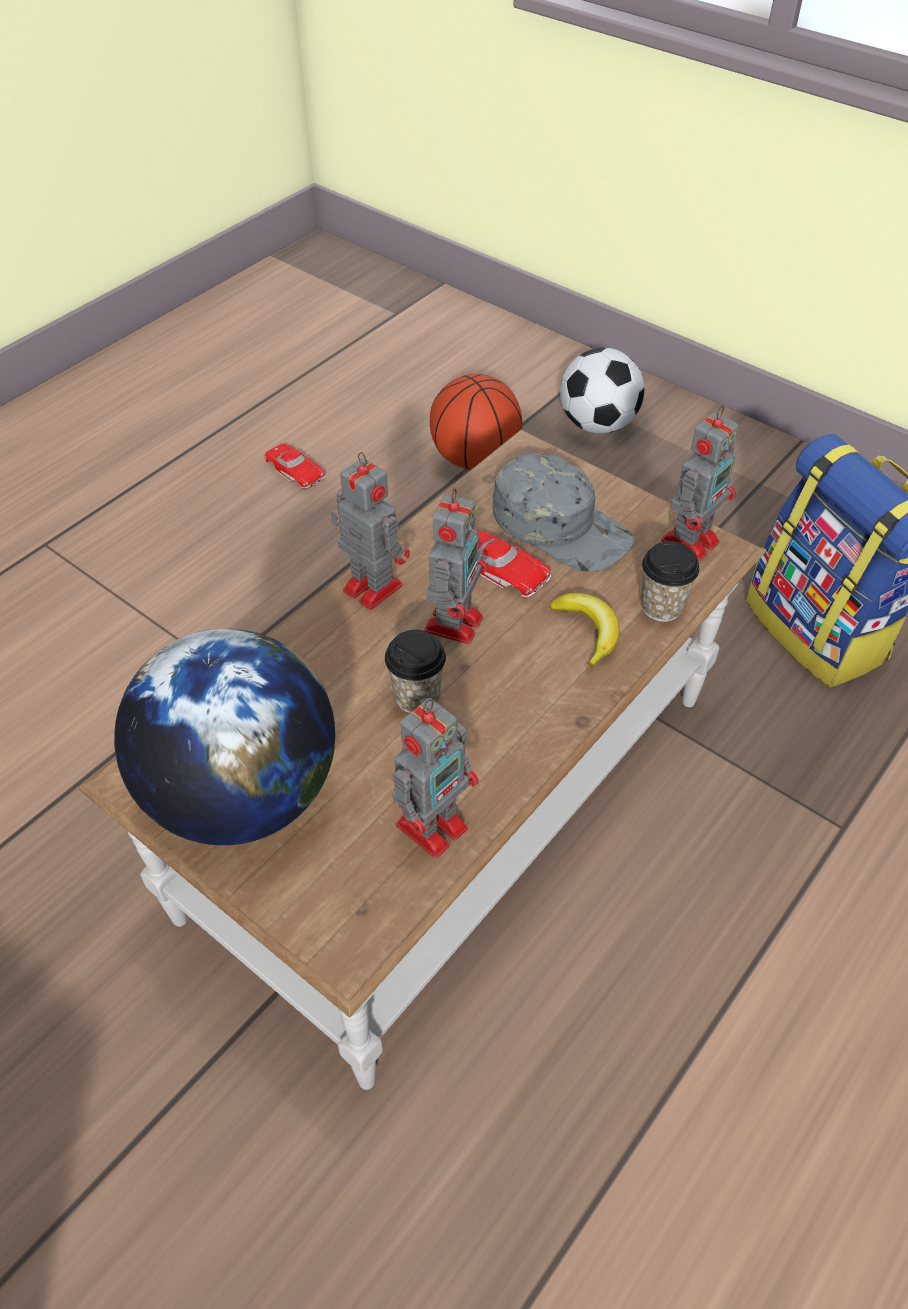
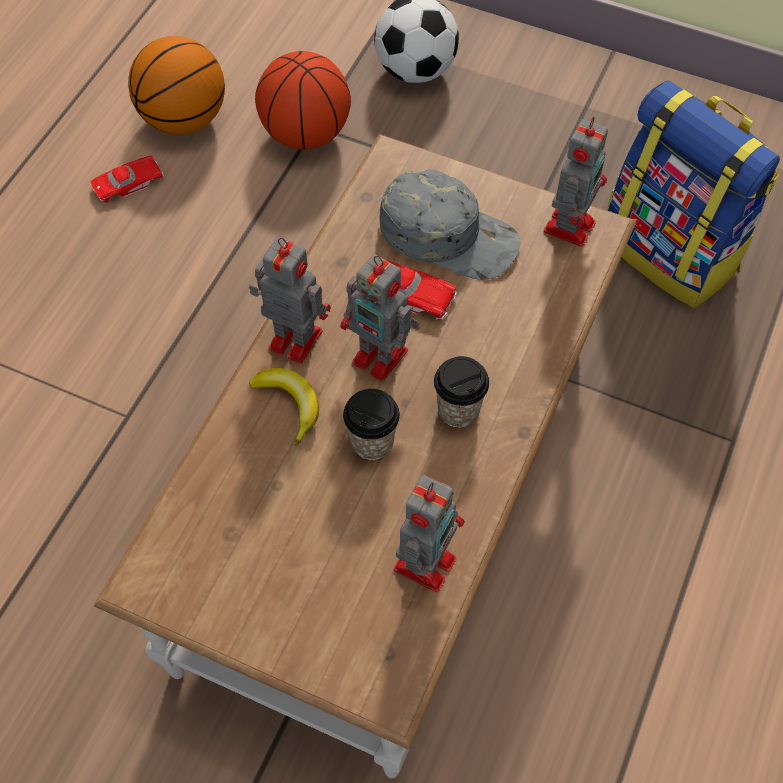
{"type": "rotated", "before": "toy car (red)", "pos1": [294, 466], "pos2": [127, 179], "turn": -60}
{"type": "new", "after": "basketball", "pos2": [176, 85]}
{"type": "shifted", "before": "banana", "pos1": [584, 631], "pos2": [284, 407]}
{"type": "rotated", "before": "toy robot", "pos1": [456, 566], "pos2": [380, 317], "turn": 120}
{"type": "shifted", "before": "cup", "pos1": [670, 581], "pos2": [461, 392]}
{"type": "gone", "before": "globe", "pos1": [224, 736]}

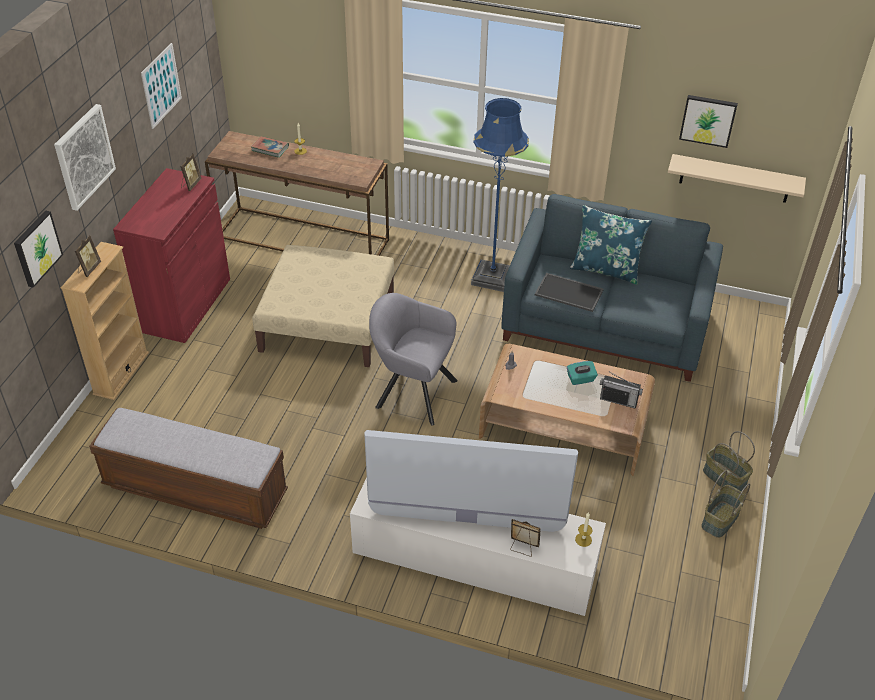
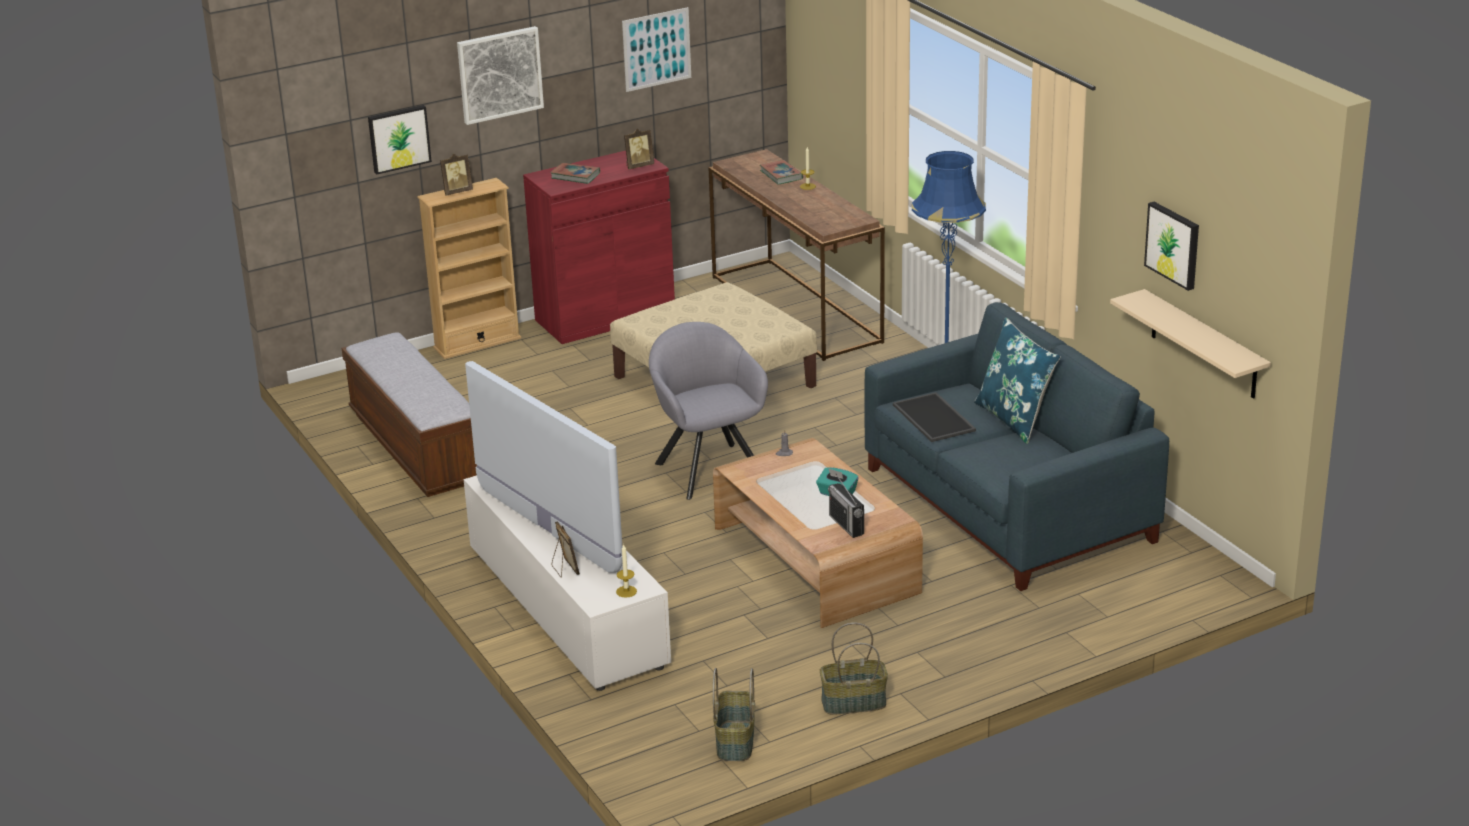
{"type": "new", "after": "book", "pos2": [575, 173]}
{"type": "shifted", "before": "basket", "pos1": [729, 461], "pos2": [734, 714]}

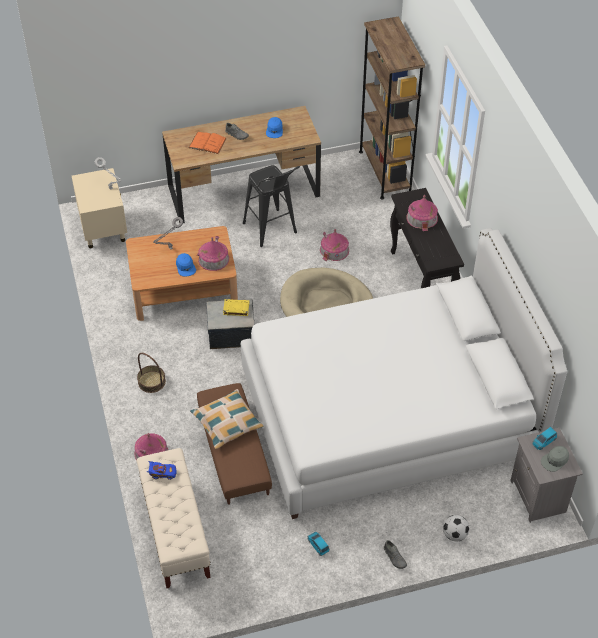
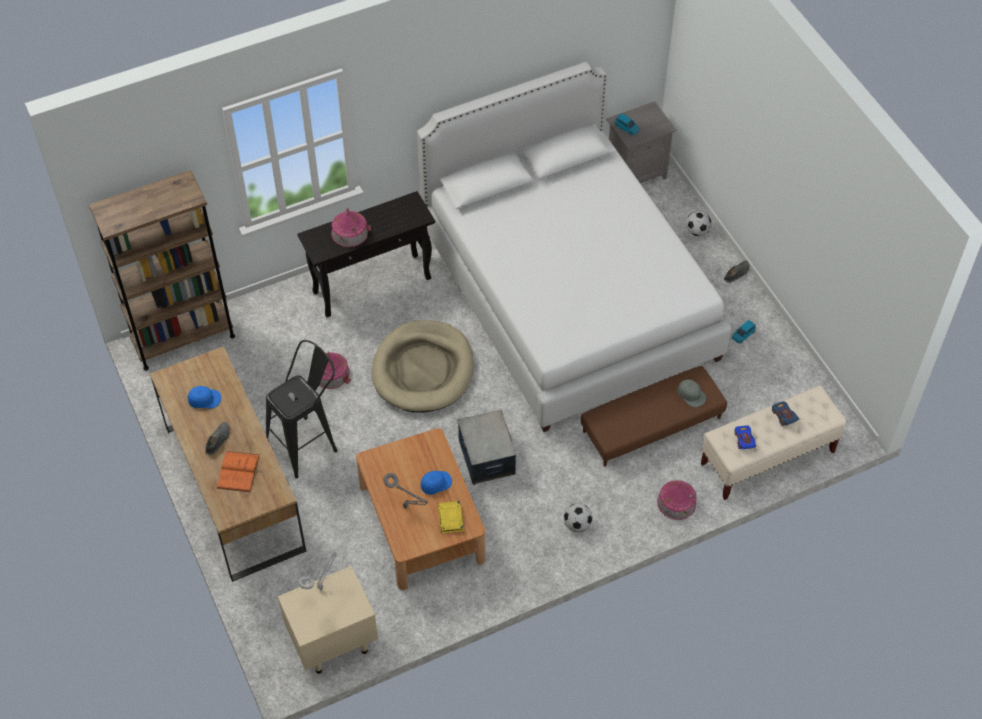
{"type": "shifted", "before": "book (yellow)", "pos1": [236, 307], "pos2": [451, 517]}
{"type": "swapped", "before": "basket", "after": "football", "pos1": [151, 373], "pos2": [578, 517]}
{"type": "shifted", "before": "cap (grey)", "pos1": [555, 459], "pos2": [692, 393]}
{"type": "new", "after": "toy car (blue)", "pos2": [786, 413]}
{"type": "gone", "before": "pillow", "pos1": [227, 419]}
{"type": "gone", "before": "toy house", "pos1": [213, 253]}

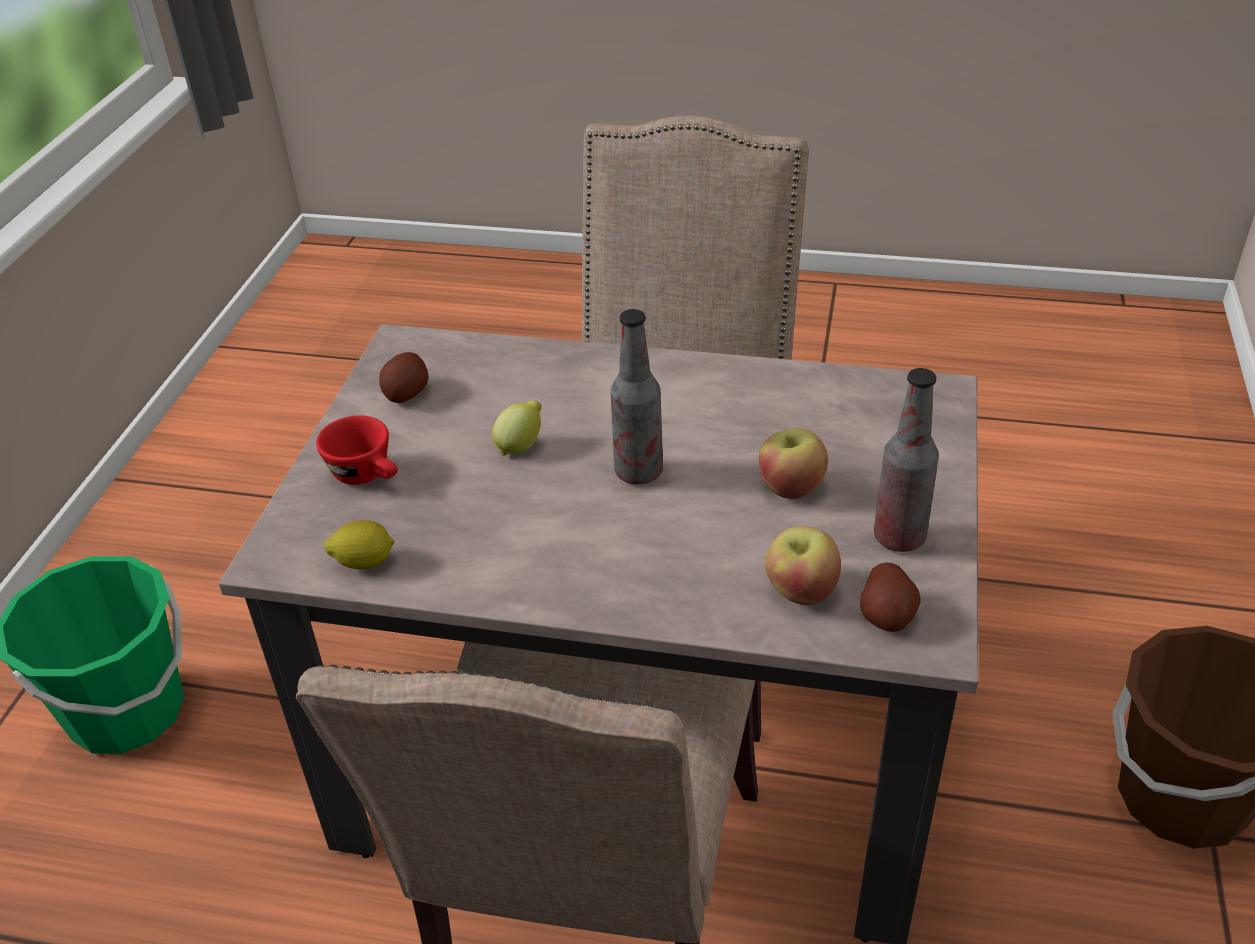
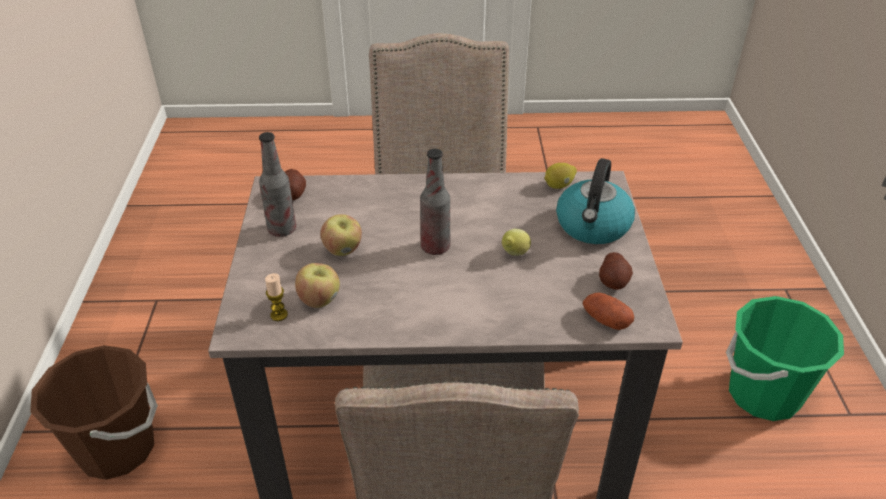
{"type": "new", "after": "candle", "pos2": [276, 297]}
{"type": "shifted", "before": "apple", "pos1": [803, 565], "pos2": [317, 285]}
{"type": "swapped", "before": "cup (red)", "after": "kettle", "pos1": [357, 450], "pos2": [595, 201]}
{"type": "new", "after": "potato", "pos2": [608, 311]}

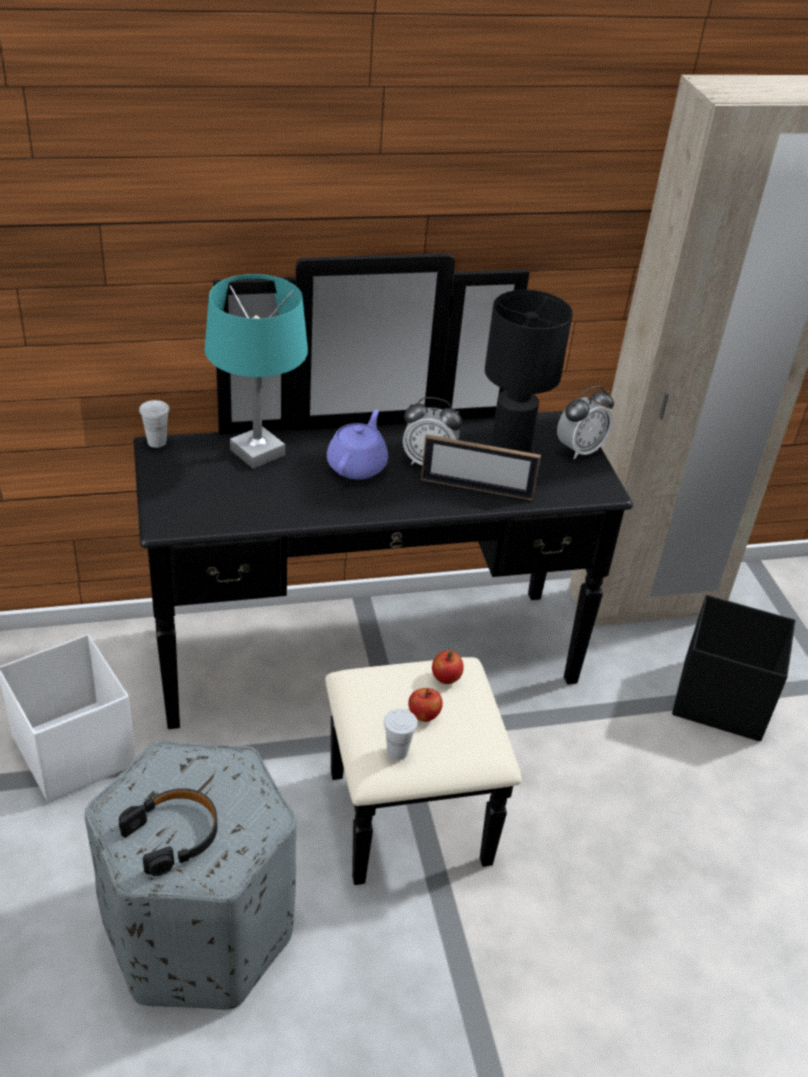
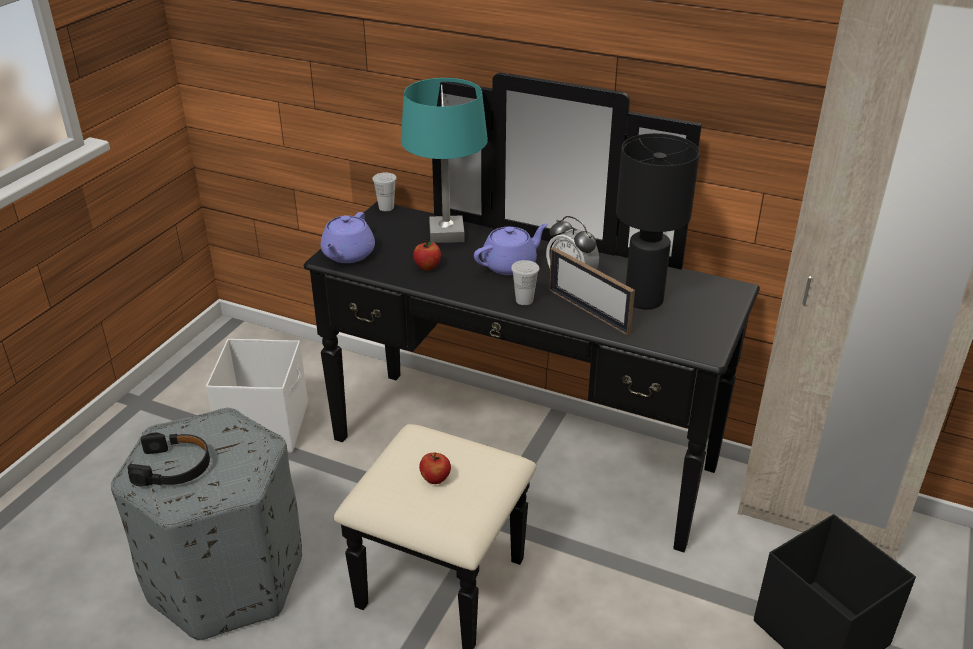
{"type": "new", "after": "teapot (purple)", "pos2": [348, 237]}
{"type": "shifted", "before": "apple", "pos1": [448, 667], "pos2": [427, 255]}
{"type": "shifted", "before": "cup (white)", "pos1": [400, 734], "pos2": [525, 282]}
{"type": "gone", "before": "alarm clock", "pos1": [585, 422]}

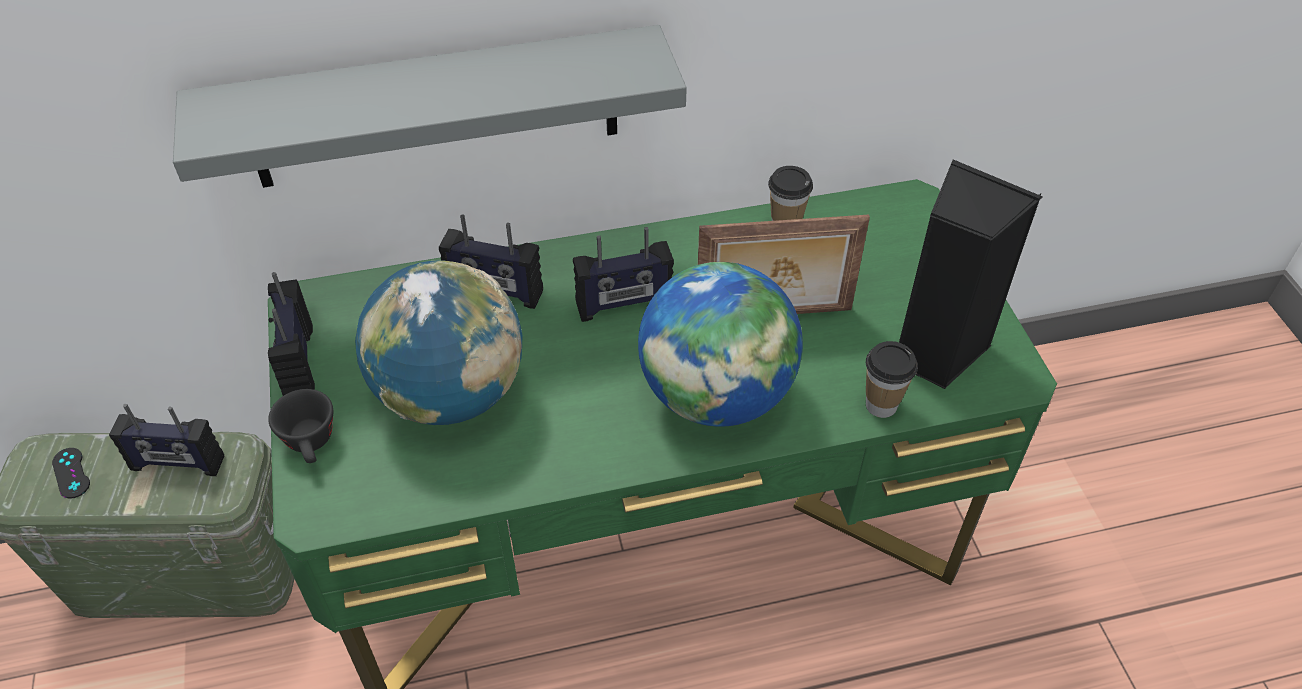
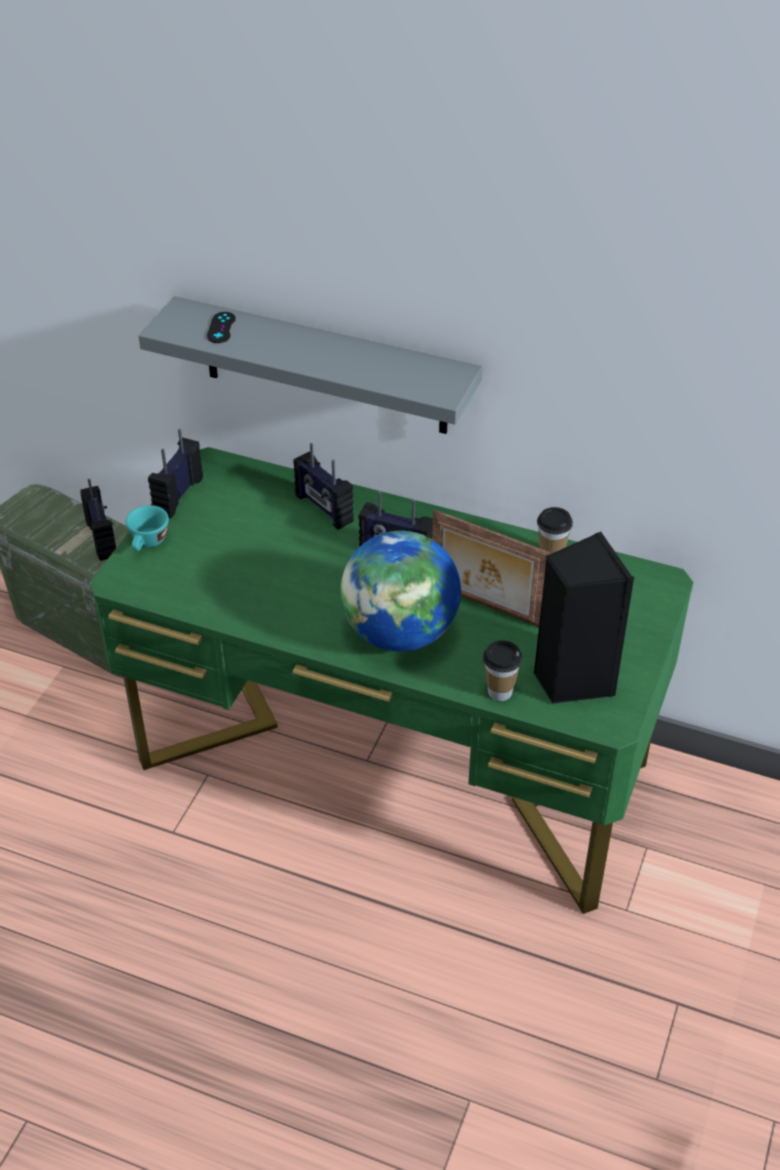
{"type": "rotated", "before": "radio", "pos1": [166, 440], "pos2": [98, 520], "turn": -150}
{"type": "repainted", "before": "cup (black)", "after": "cup (turquoise)", "pos1": [300, 426], "pos2": [147, 528]}
{"type": "shifted", "before": "game controller (black)", "pos1": [71, 473], "pos2": [221, 327]}
{"type": "gone", "before": "globe", "pos1": [438, 342]}

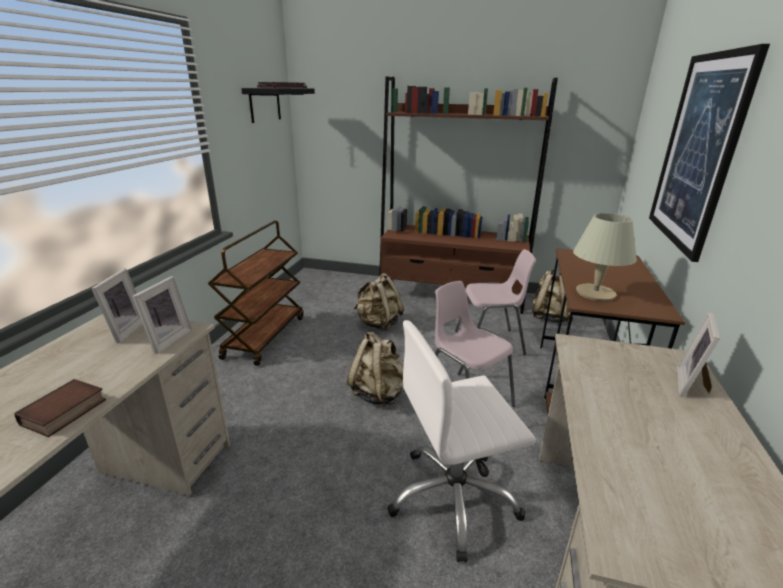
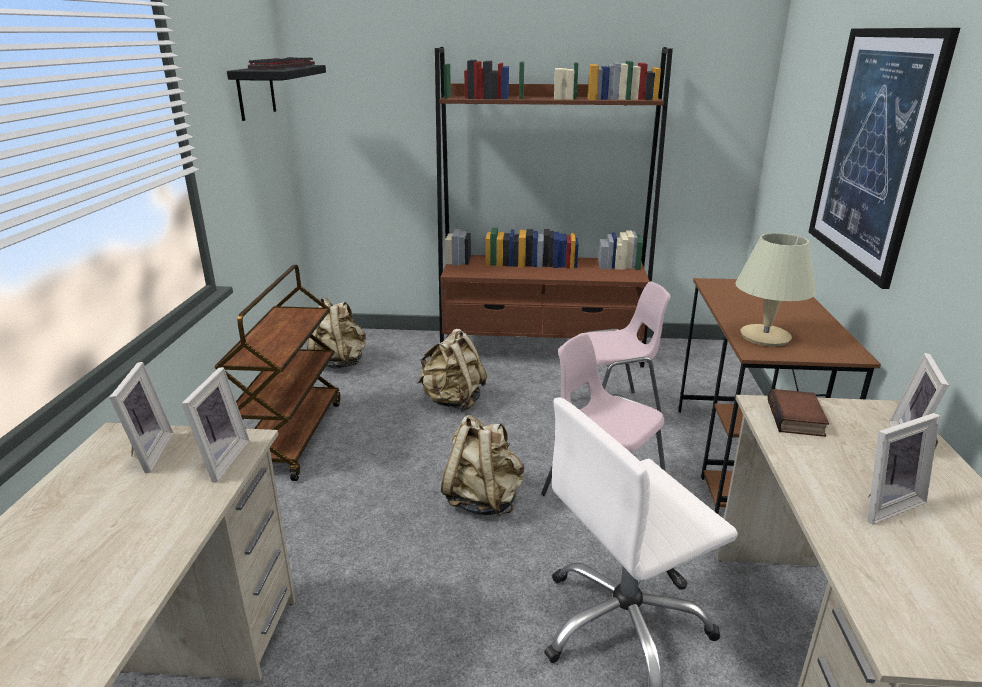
{"type": "shifted", "before": "backpack (beige)", "pos1": [552, 295], "pos2": [336, 332]}
{"type": "shifted", "before": "book", "pos1": [60, 408], "pos2": [798, 413]}
{"type": "new", "after": "picture frame", "pos2": [903, 468]}

